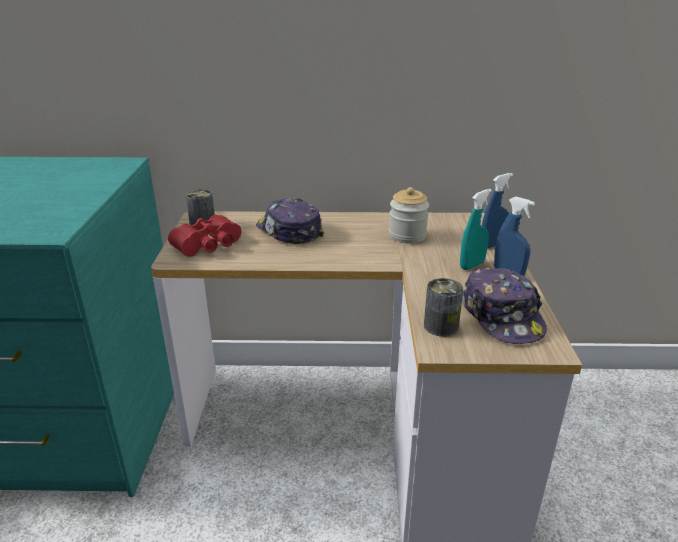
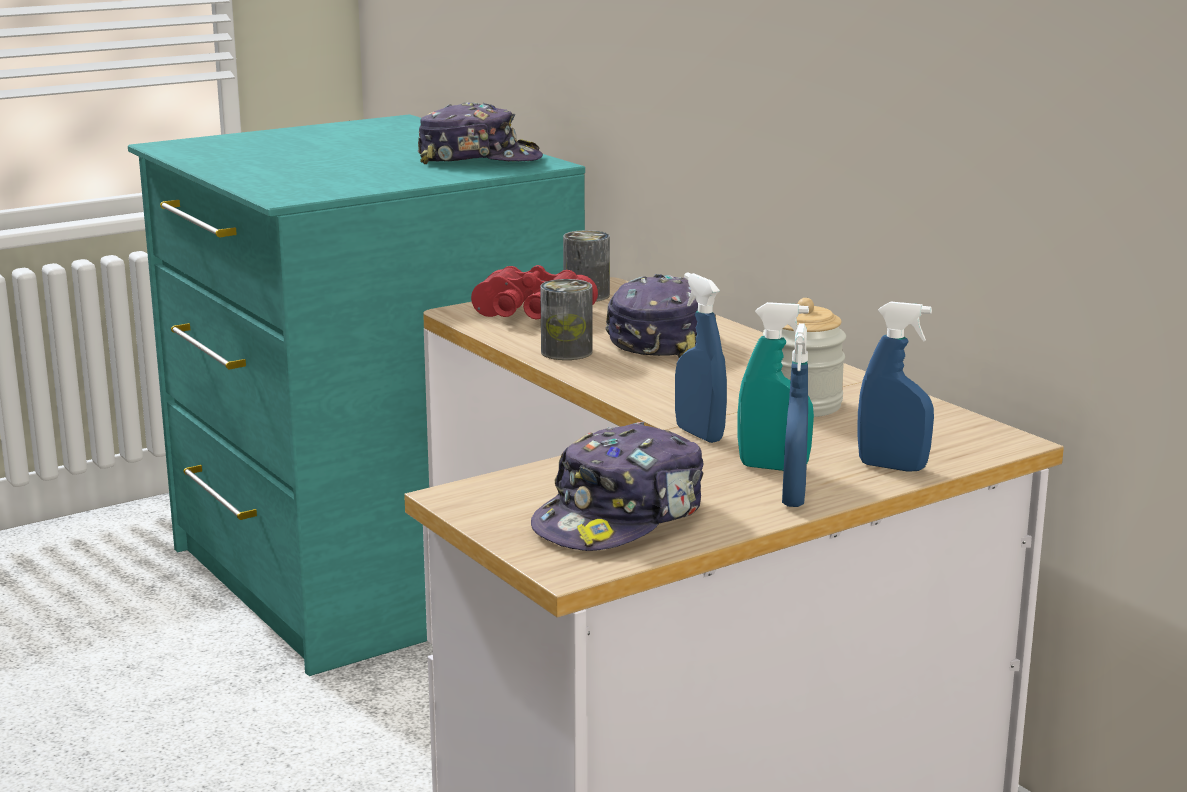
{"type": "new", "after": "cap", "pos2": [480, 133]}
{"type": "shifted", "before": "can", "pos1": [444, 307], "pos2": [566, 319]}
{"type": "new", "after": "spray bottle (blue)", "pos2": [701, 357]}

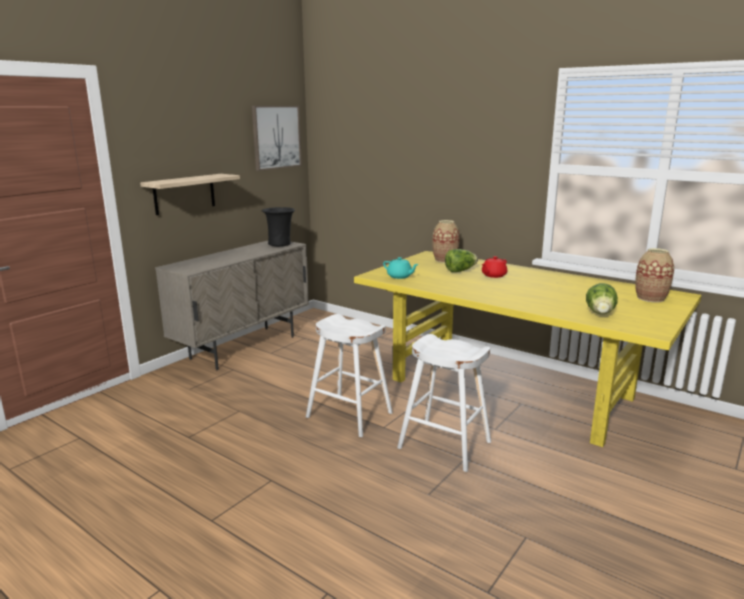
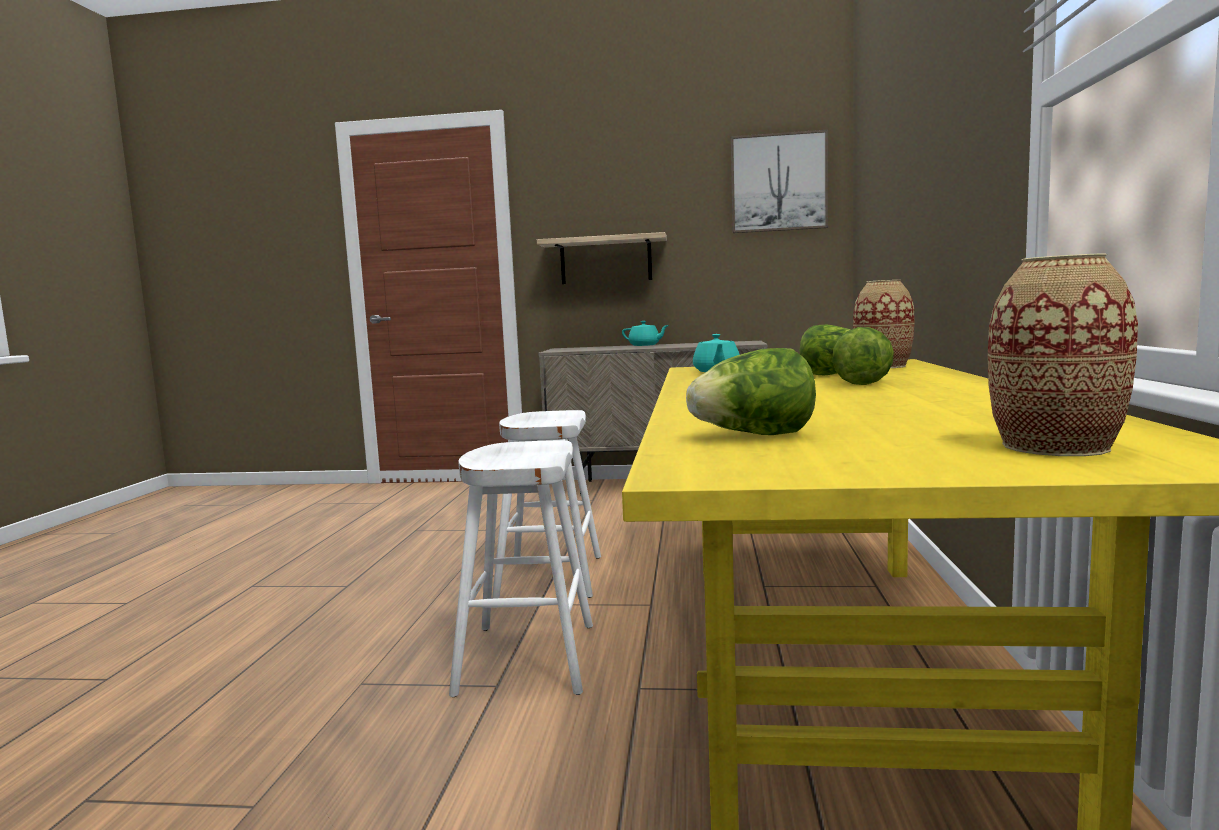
{"type": "new", "after": "teapot (turquoise)", "pos2": [645, 333]}
{"type": "swapped", "before": "teapot (red)", "after": "lettuce", "pos1": [494, 267], "pos2": [863, 356]}
{"type": "gone", "before": "vase (black)", "pos1": [278, 227]}

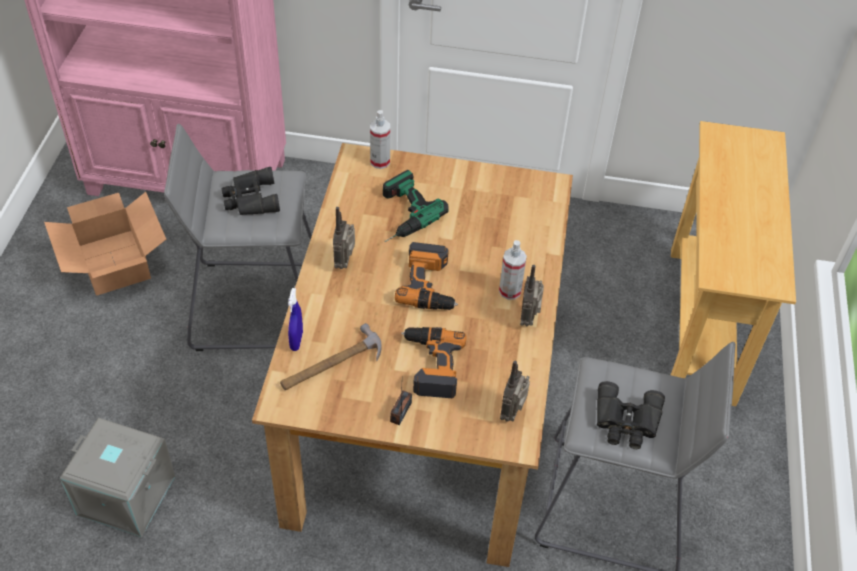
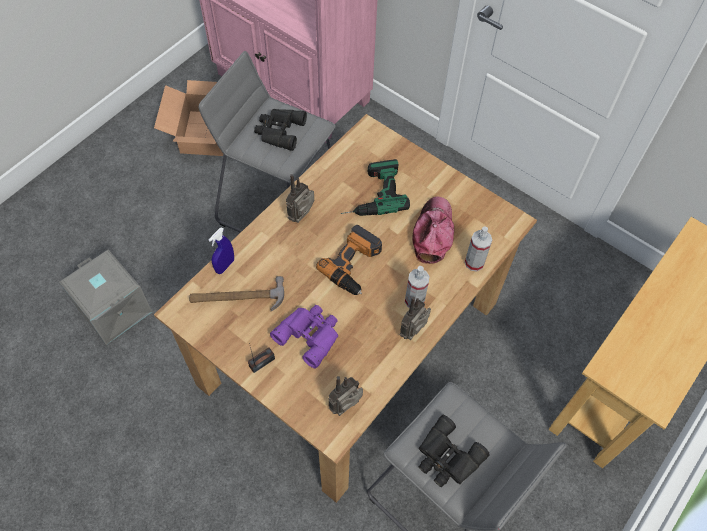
{"type": "swapped", "before": "power drill", "after": "binoculars (purple)", "pos1": [434, 362], "pos2": [304, 336]}
{"type": "new", "after": "cap", "pos2": [433, 230]}
{"type": "shifted", "before": "spray bottle", "pos1": [380, 139], "pos2": [478, 248]}

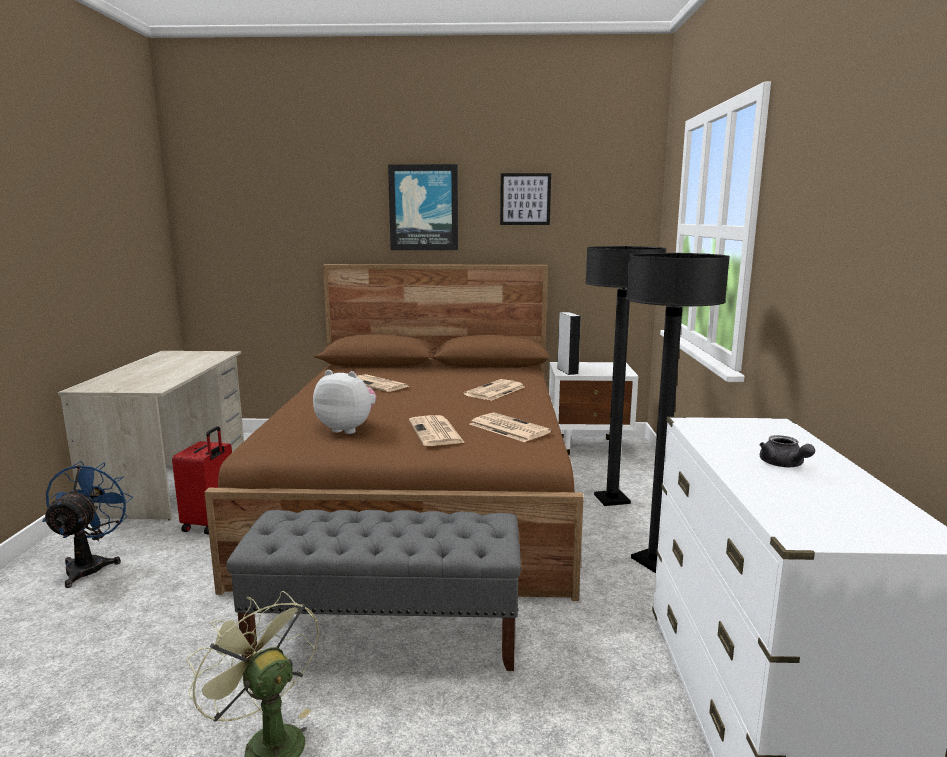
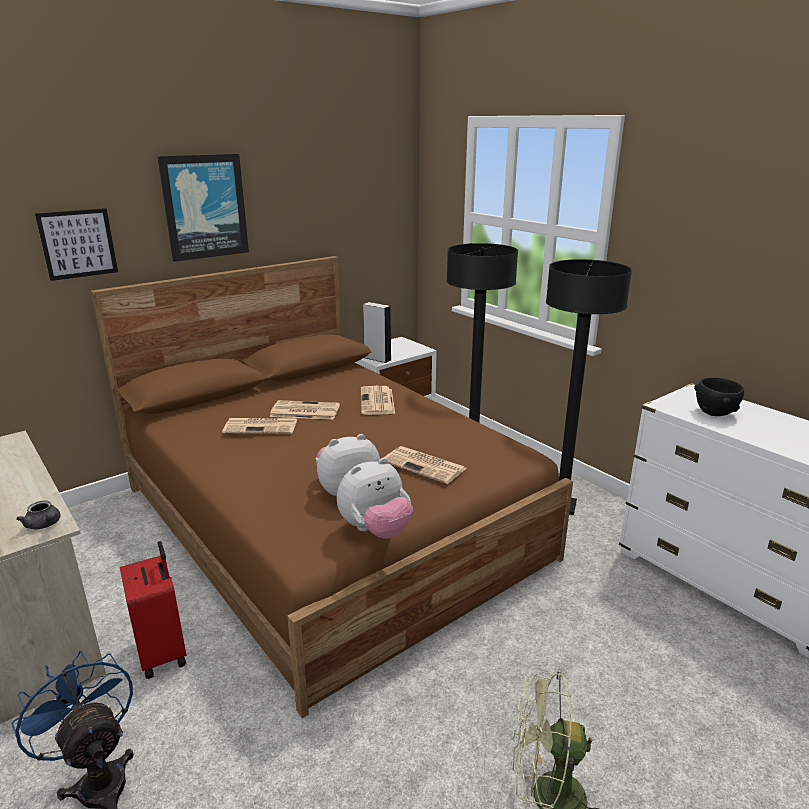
{"type": "shifted", "before": "teapot (grey)", "pos1": [787, 451], "pos2": [38, 515]}
{"type": "shifted", "before": "picture", "pos1": [525, 199], "pos2": [76, 244]}
{"type": "shifted", "before": "newspaper", "pos1": [510, 427], "pos2": [305, 410]}
{"type": "new", "after": "plush toy", "pos2": [375, 498]}
{"type": "new", "after": "bowl (black)", "pos2": [719, 396]}
{"type": "gone", "before": "bench (grey)", "pos1": [373, 590]}

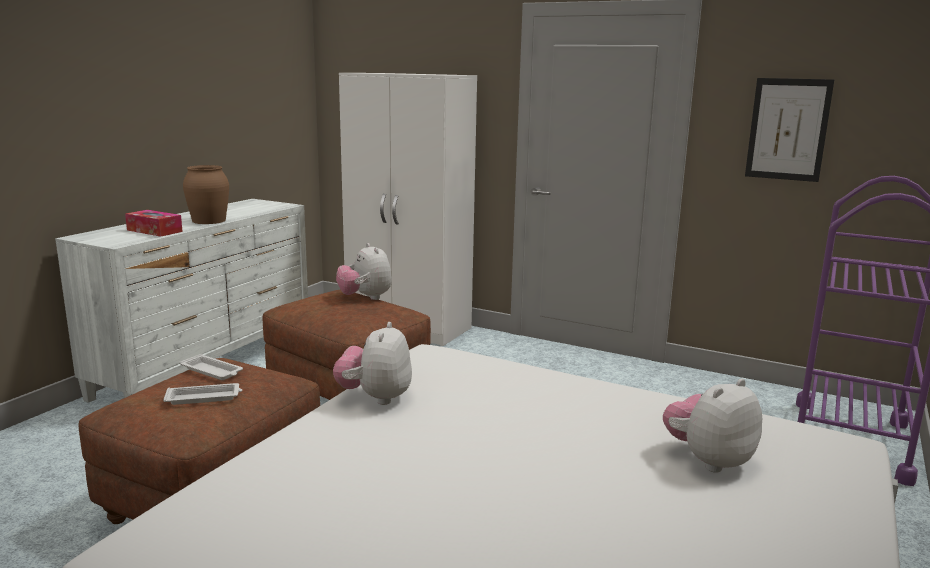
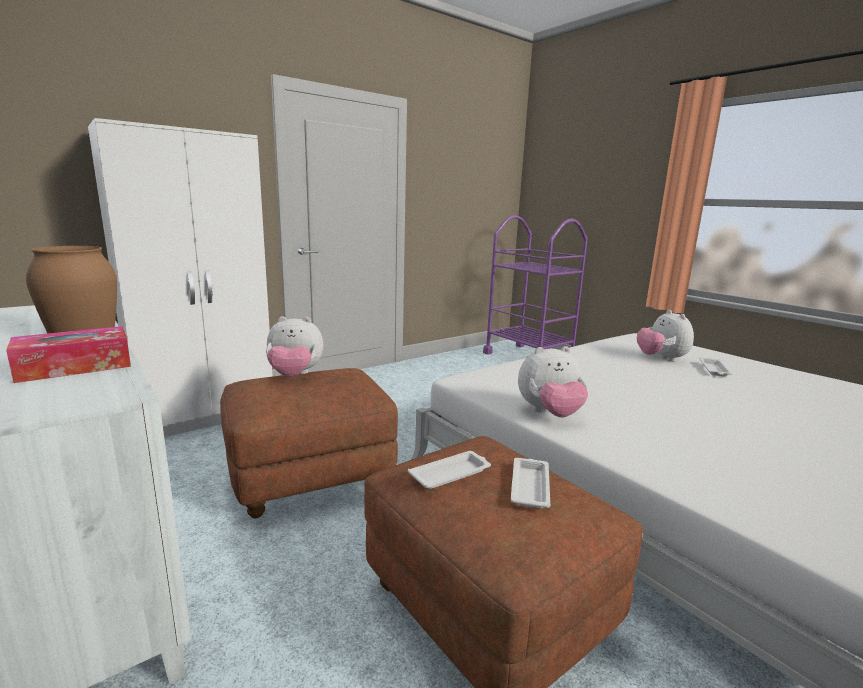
{"type": "rotated", "before": "plush toy", "pos1": [372, 363], "pos2": [553, 381], "turn": -45}
{"type": "new", "after": "tray (white)", "pos2": [715, 367]}
{"type": "gone", "before": "picture", "pos1": [789, 130]}

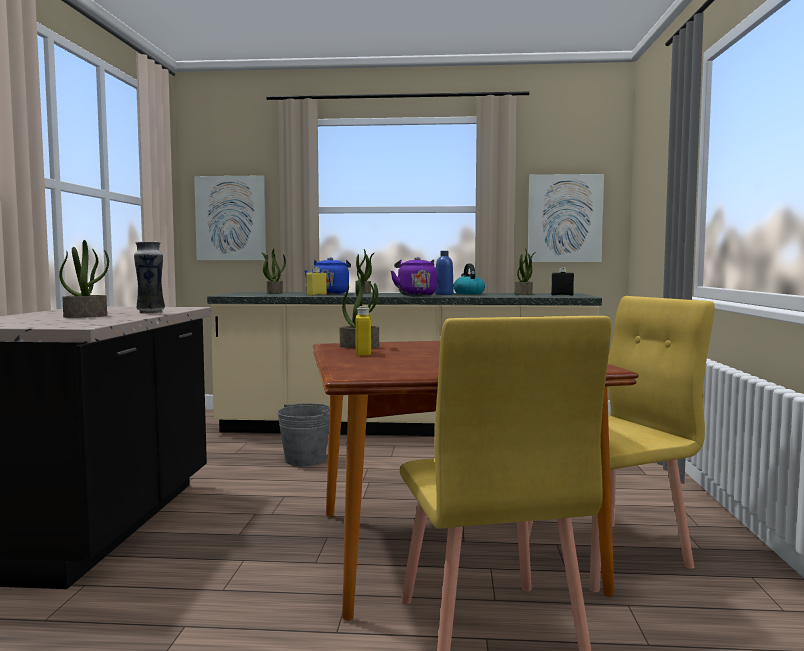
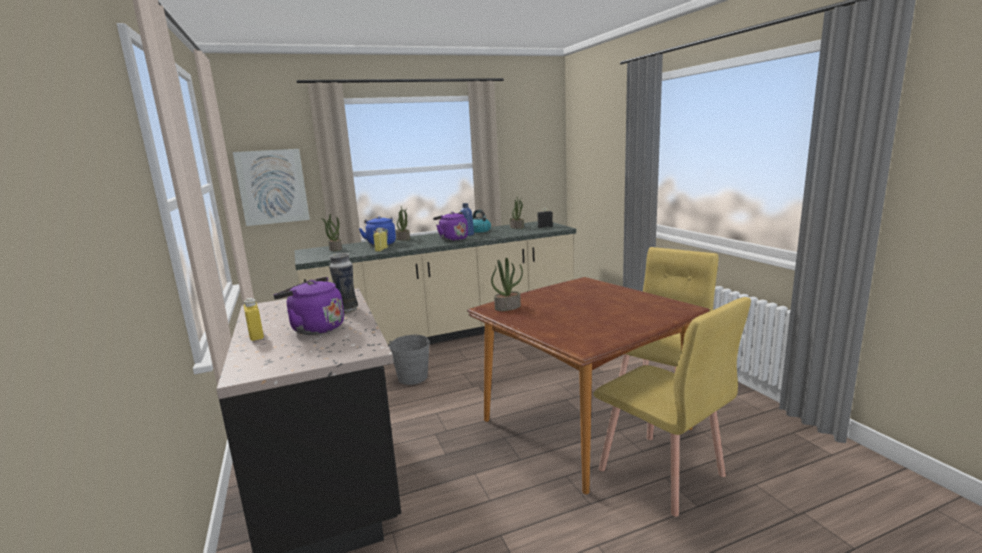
{"type": "shifted", "before": "bottle (yellow)", "pos1": [363, 331], "pos2": [253, 319]}
{"type": "swapped", "before": "potted plant", "after": "kettle (purple)", "pos1": [84, 279], "pos2": [308, 306]}
{"type": "gone", "before": "picture", "pos1": [566, 218]}

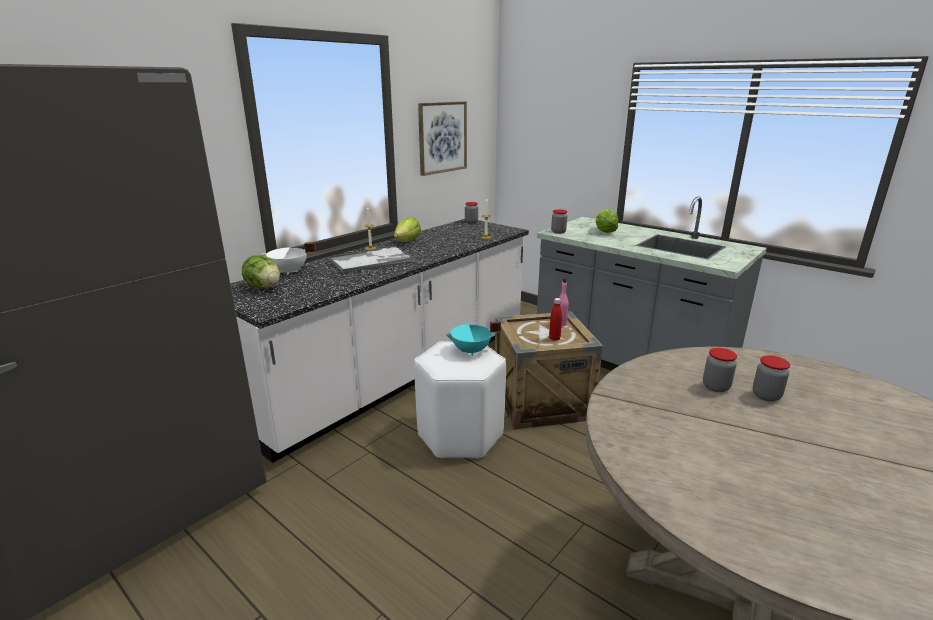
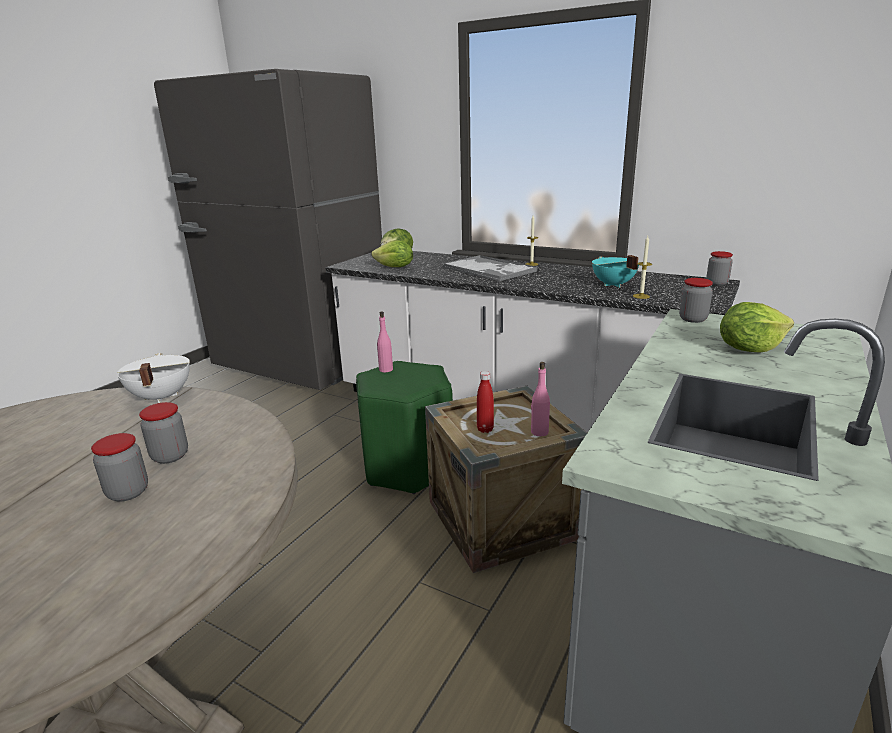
{"type": "shifted", "before": "cooking pot (white)", "pos1": [288, 258], "pos2": [153, 378]}
{"type": "repainted", "before": "stool (white)", "after": "stool (green)", "pos1": [460, 400], "pos2": [404, 427]}
{"type": "shifted", "before": "lettuce", "pos1": [407, 229], "pos2": [392, 253]}
{"type": "new", "after": "bottle (pink)", "pos2": [385, 342]}
{"type": "shifted", "before": "cooking pot (turquoise)", "pos1": [473, 338], "pos2": [615, 271]}
{"type": "gone", "before": "picture", "pos1": [442, 138]}

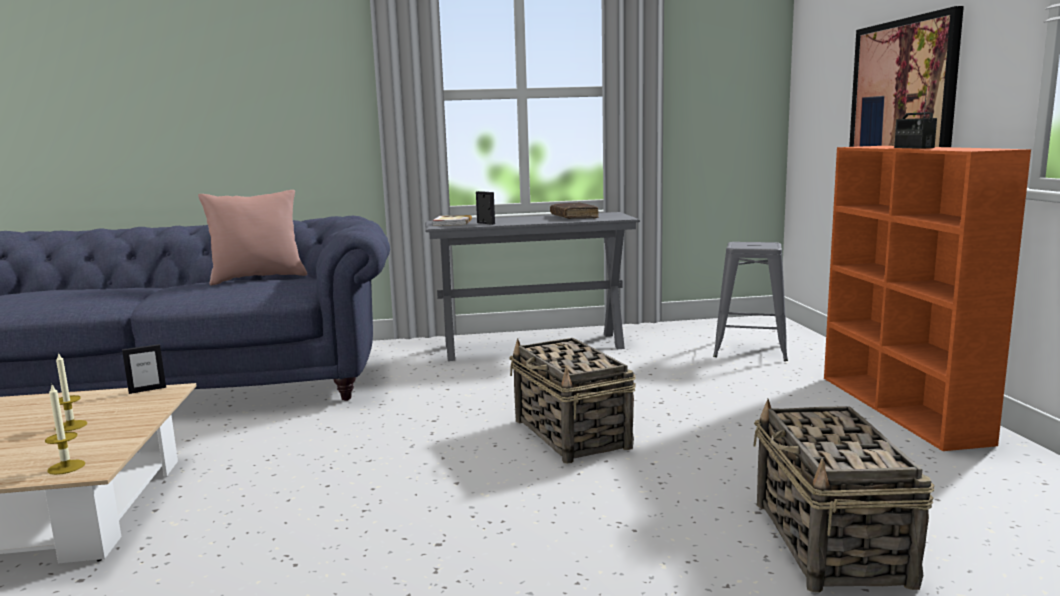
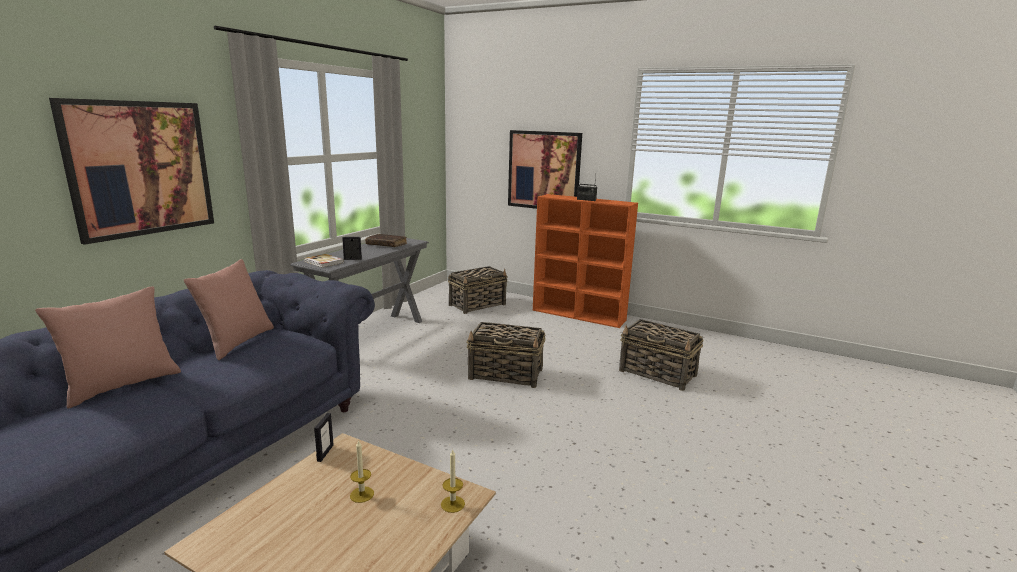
{"type": "new", "after": "pillow (pink)", "pos2": [108, 347]}
{"type": "new", "after": "picture", "pos2": [131, 171]}
{"type": "swapped", "before": "stool (grey)", "after": "basket", "pos1": [750, 301], "pos2": [477, 290]}

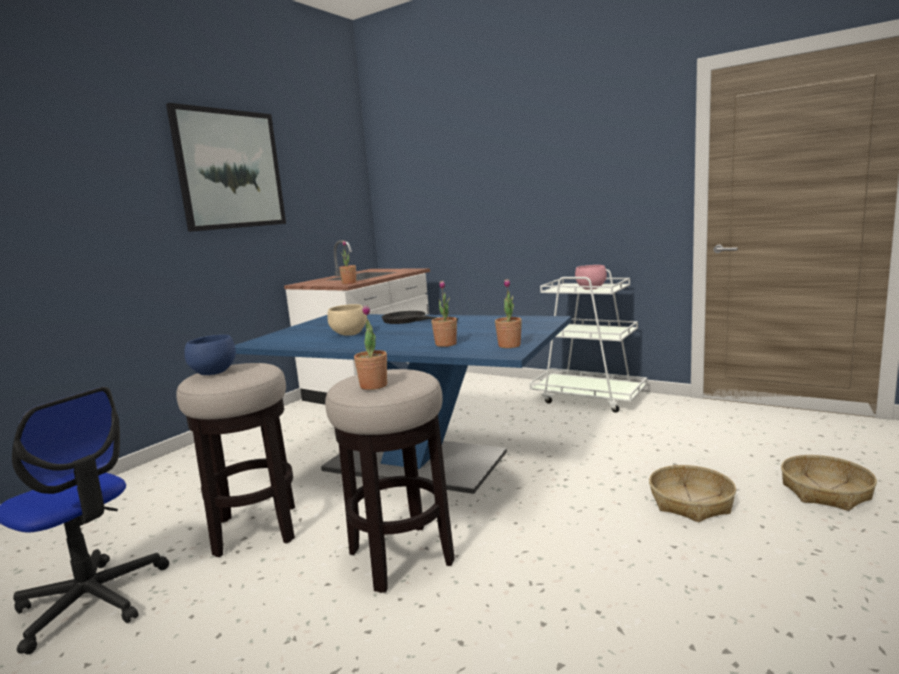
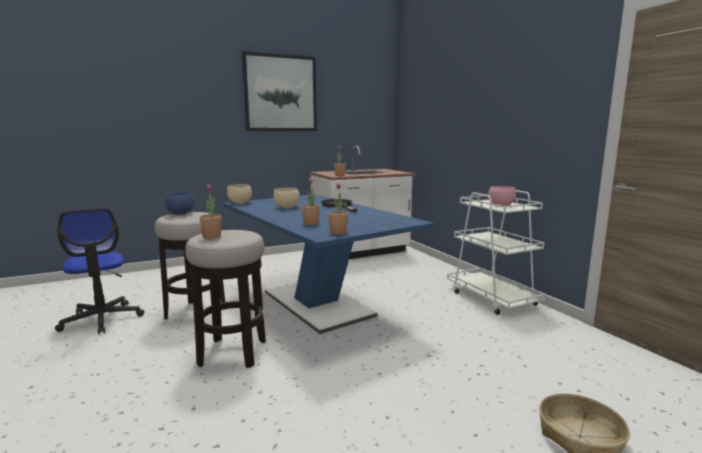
{"type": "new", "after": "bowl (beige)", "pos2": [239, 194]}
{"type": "gone", "before": "basket", "pos1": [692, 493]}

